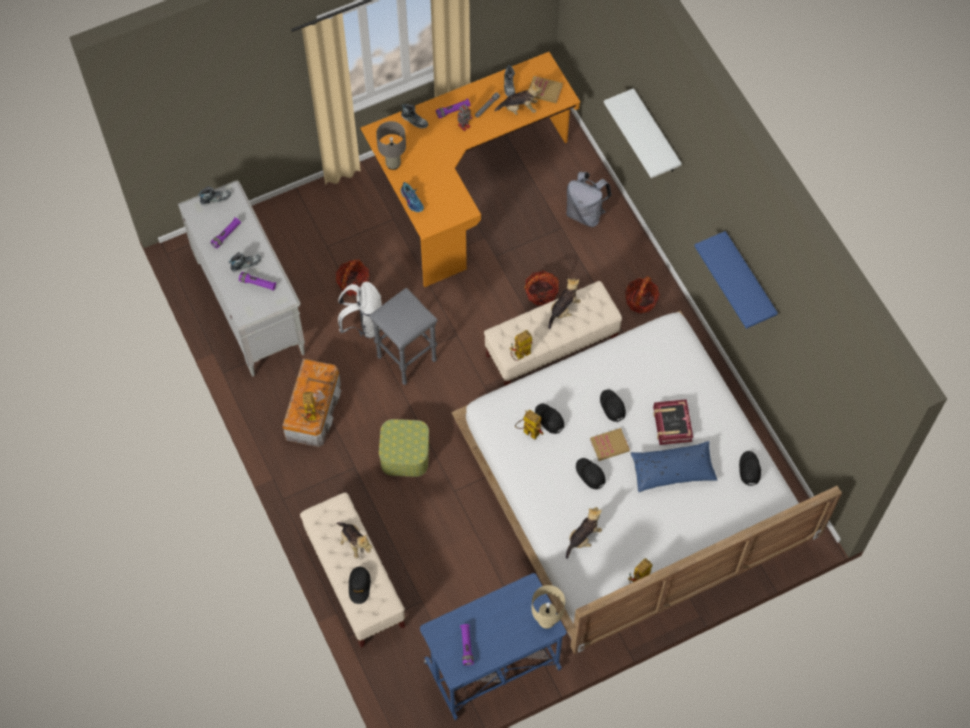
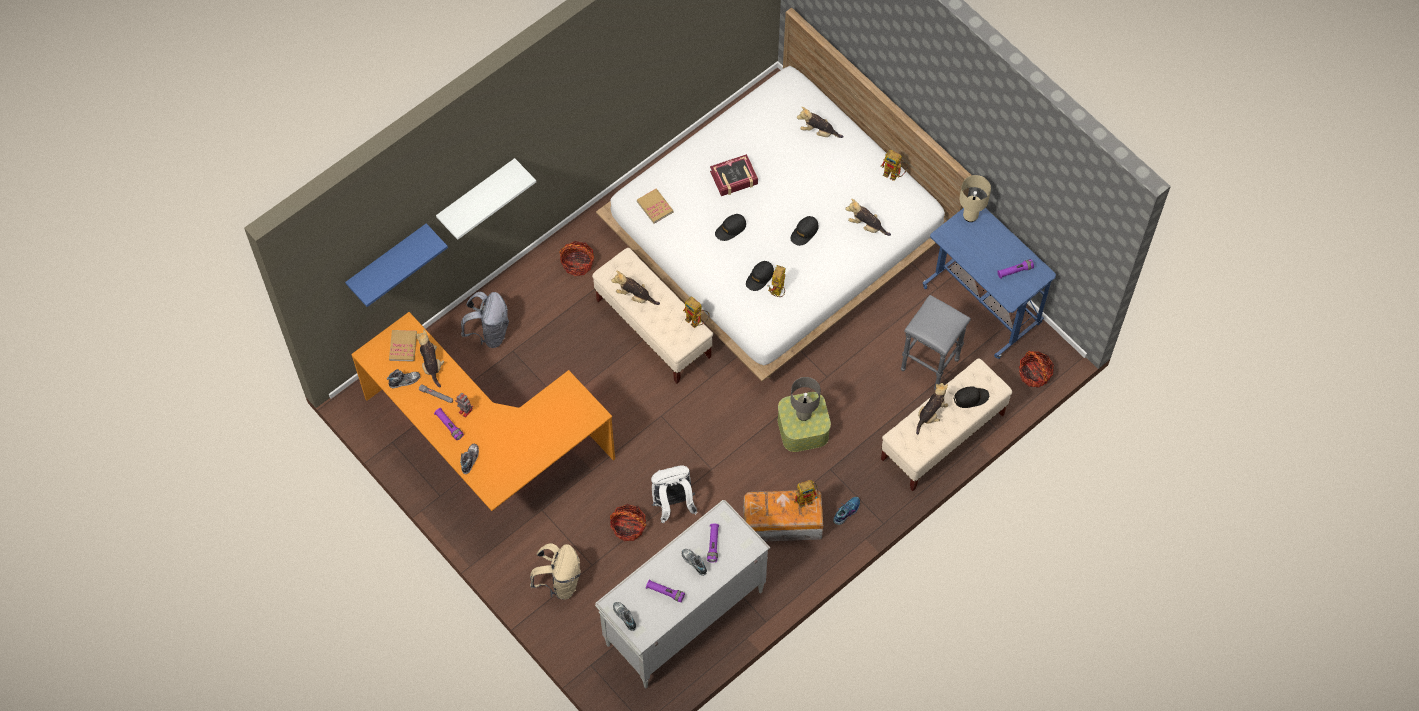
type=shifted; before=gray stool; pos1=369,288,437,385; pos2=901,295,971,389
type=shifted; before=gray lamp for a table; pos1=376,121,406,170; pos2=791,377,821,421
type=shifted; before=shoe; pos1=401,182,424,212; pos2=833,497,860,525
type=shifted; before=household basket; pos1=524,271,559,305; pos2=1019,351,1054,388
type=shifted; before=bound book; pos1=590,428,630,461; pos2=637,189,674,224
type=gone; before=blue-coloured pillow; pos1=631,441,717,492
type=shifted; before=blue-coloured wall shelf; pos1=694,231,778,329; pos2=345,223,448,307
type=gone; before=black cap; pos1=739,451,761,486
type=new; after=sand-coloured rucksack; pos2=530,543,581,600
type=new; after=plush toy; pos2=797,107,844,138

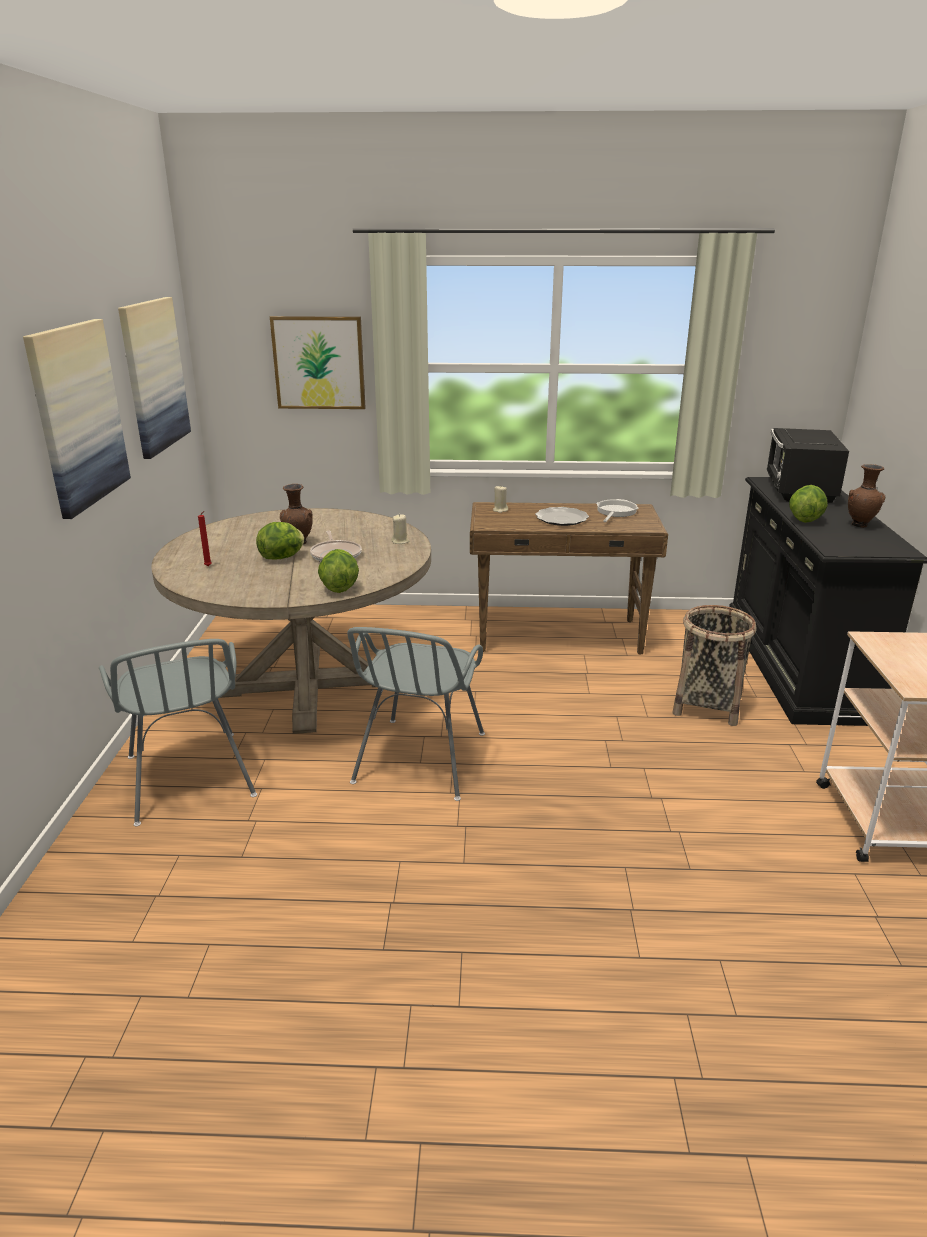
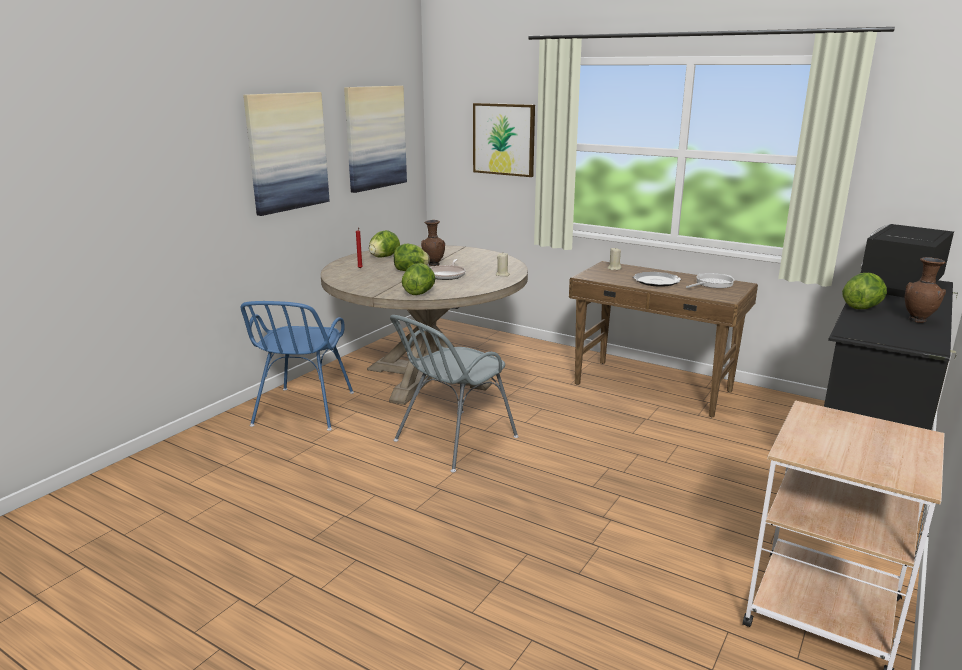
type=repainted; before=gray plain chair; after=blue-coloured plain chair; pos1=99,639,257,827; pos2=240,301,354,431
type=gone; before=household basket; pos1=672,605,757,726
type=new; after=lettuce; pos2=369,230,400,258

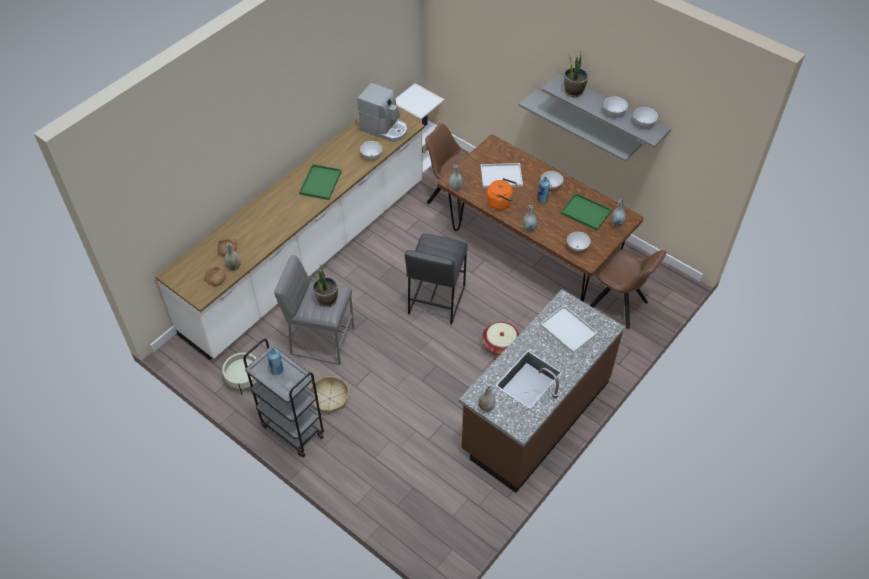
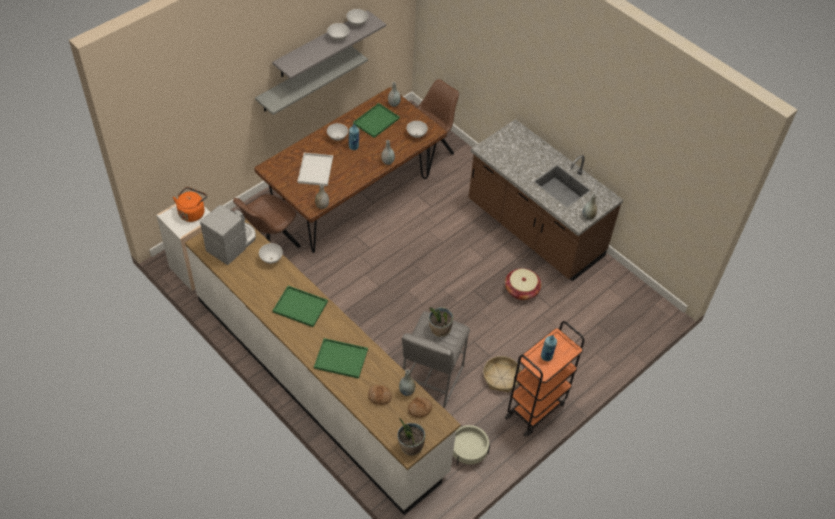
type=repainted; before=gray cart; after=orange cart; pos1=243,338,324,458; pos2=505,321,585,437
type=gone; before=gray stool; pos1=404,234,468,324
type=shifted; before=household basket; pos1=482,322,520,356; pos2=505,268,541,300
type=shifted; before=orange tea kettle; pos1=486,178,517,210; pos2=173,187,207,222
type=gone; before=white-coloured tray; pos1=540,305,598,354
type=shifted; before=plant in a pot; pos1=564,53,588,98; pos2=397,418,425,456
type=new; after=green tray; pos2=314,338,368,379

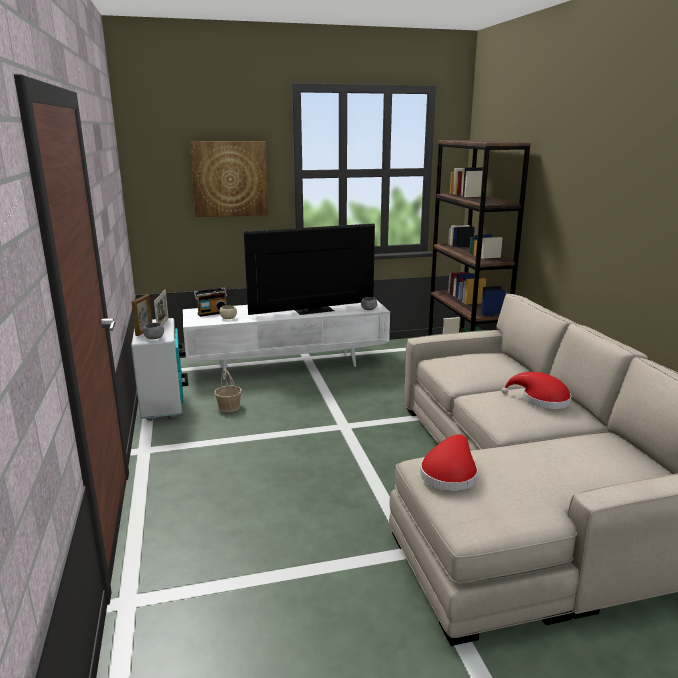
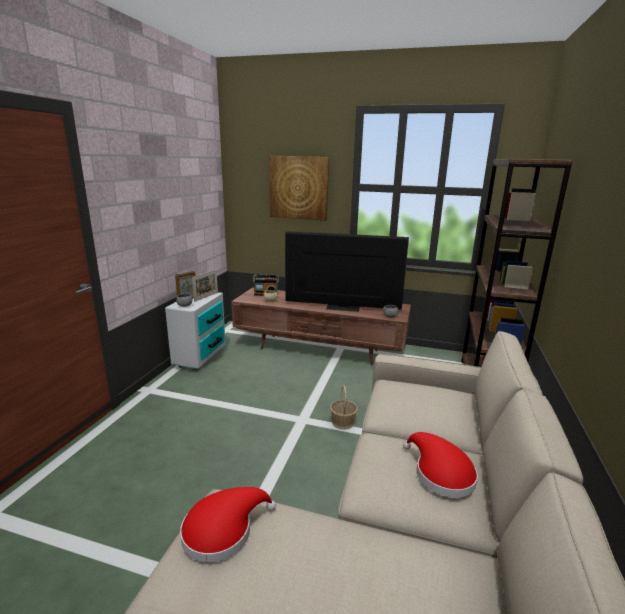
type=repainted; before=white-coloured tv unit; after=brown tv unit; pos1=183,297,390,380; pos2=231,287,411,366
type=shifted; before=household basket; pos1=214,370,242,412; pos2=330,385,358,430

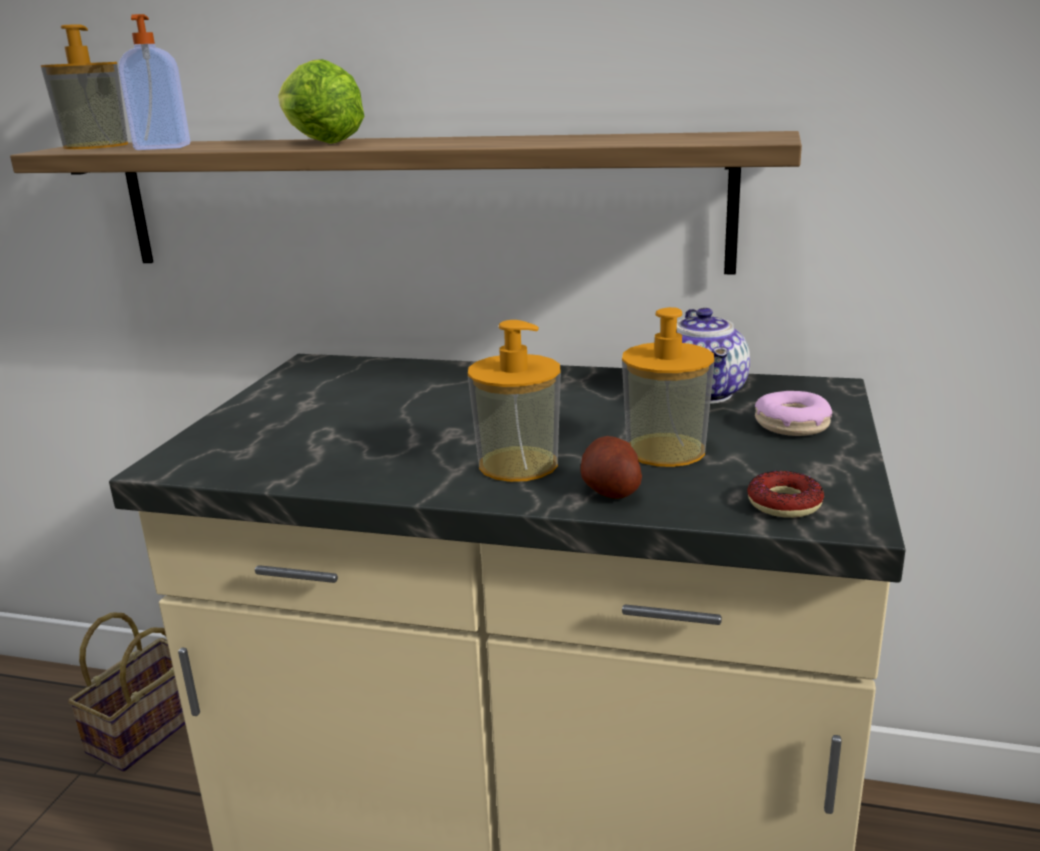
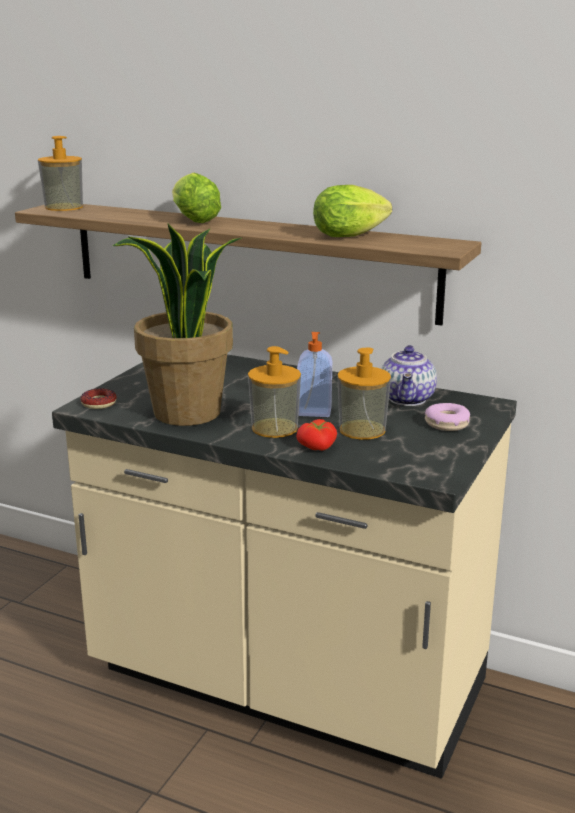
type=gone; before=household basket; pos1=68,612,185,772
type=shifted; before=soap dispenser; pos1=118,14,191,150; pos2=297,332,332,417
type=swapped; before=whole potato; after=fresh tomato; pos1=580,436,642,499; pos2=296,419,337,451
type=shifted; before=ring doughnut; pos1=747,471,824,518; pos2=80,388,117,409
type=new; after=plant in a pot; pos2=113,224,242,426
type=new; after=lettuce; pos2=313,185,392,237

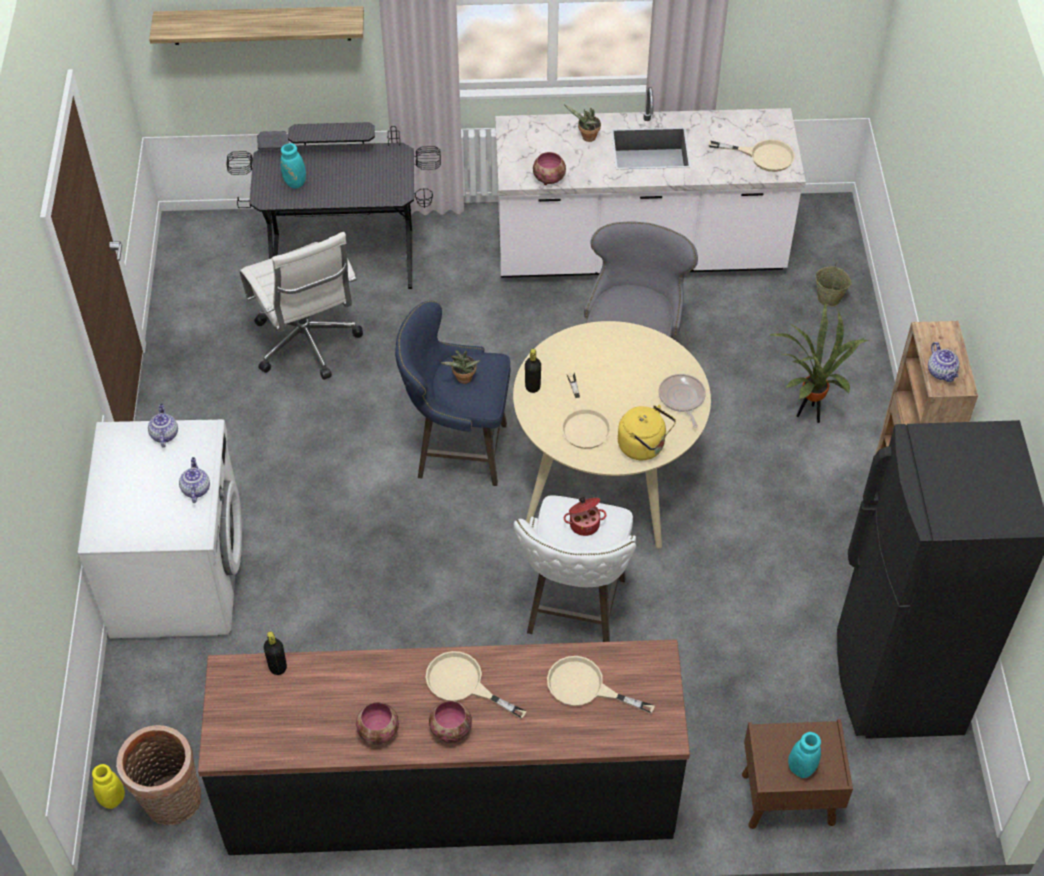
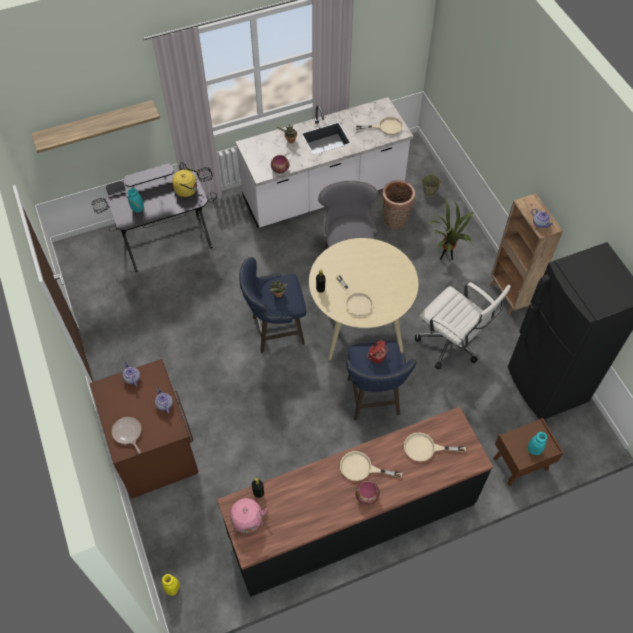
type=repainted; before=white-coloured laundry appliance; after=brown laundry appliance; pos1=78,419,242,639; pos2=90,359,199,498
type=shifted; before=household basket; pos1=116,725,201,826; pos2=382,180,415,229
type=shifted; before=white-coloured computer chair; pos1=240,232,363,380; pos2=415,282,511,369
type=gone; before=bowl; pos1=356,702,399,745
type=repainted; before=white-coloured stool; after=blue-coloured stool; pos1=514,495,636,642; pos2=346,341,417,420
type=shifted; before=yellow-coloured tea kettle; pos1=618,405,676,460; pos2=172,168,199,197
type=shifted; before=pan; pos1=659,374,706,428; pos2=112,417,141,453
type=new; after=pinkish tea kettle; pos2=230,498,268,533

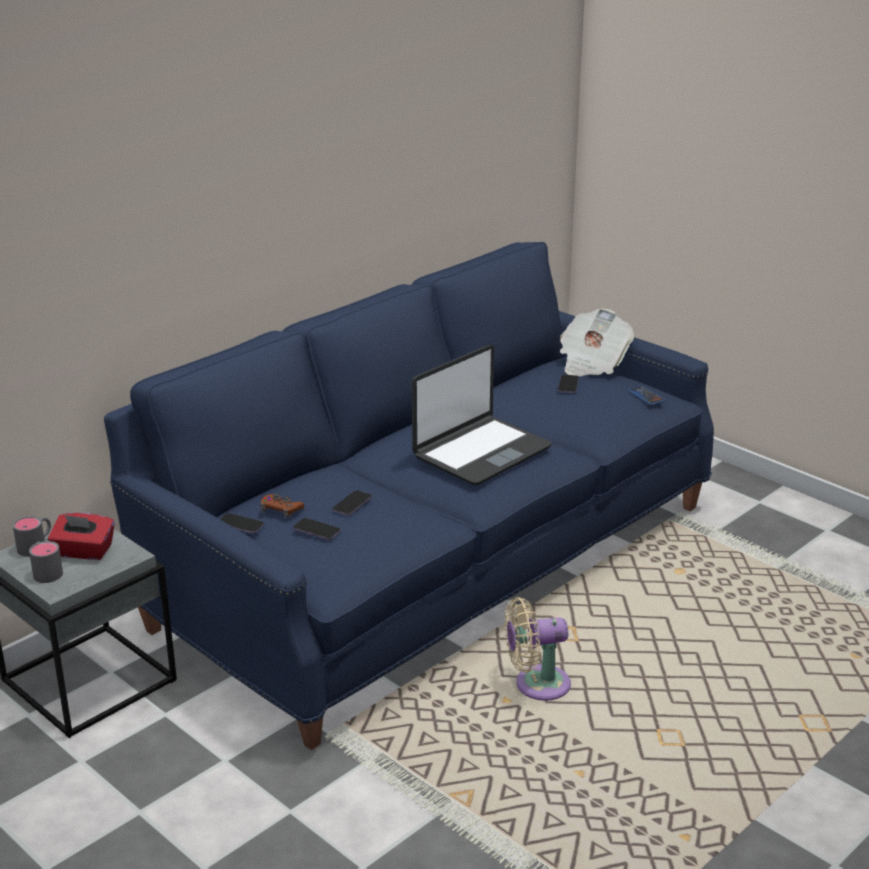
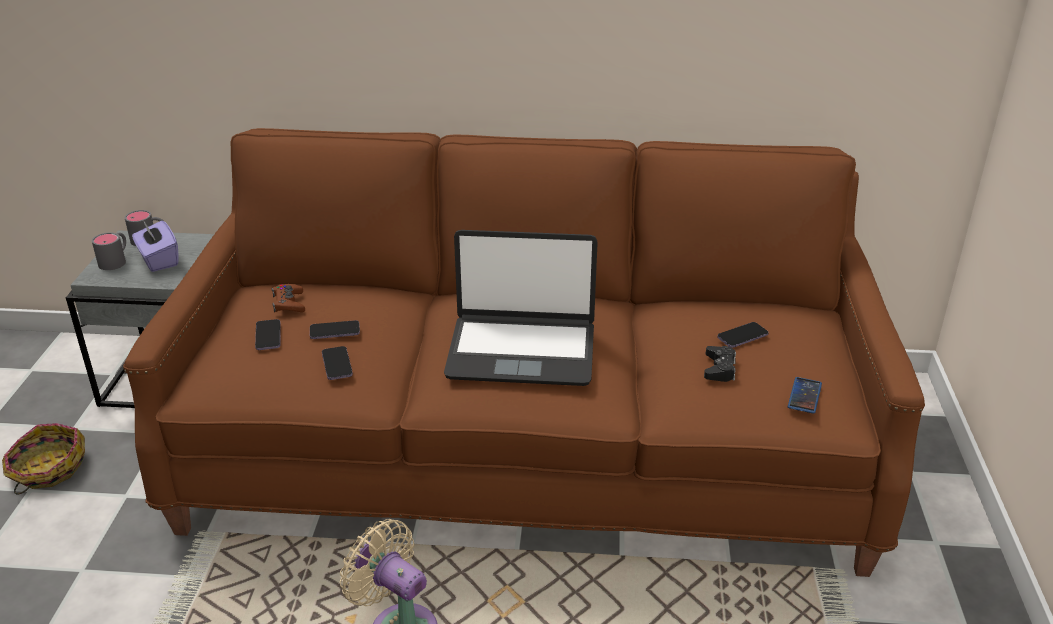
type=repainted; before=red-coloured tissue holder; after=purple-coloured tissue holder; pos1=48,513,115,560; pos2=132,220,179,272
type=repainted; before=blue-coloured settee; after=brown settee; pos1=104,242,714,750; pos2=123,128,925,577
type=shifted; before=handset; pos1=220,513,264,534; pos2=322,346,353,380
type=gone; before=daily paper; pos1=560,308,634,376
type=new; after=household basket; pos2=2,423,85,494
type=new; after=black joypad; pos2=704,346,736,382

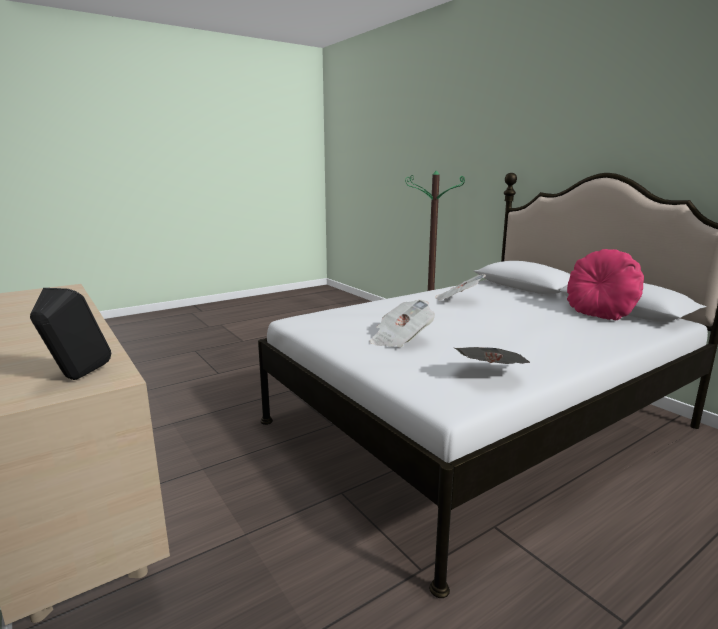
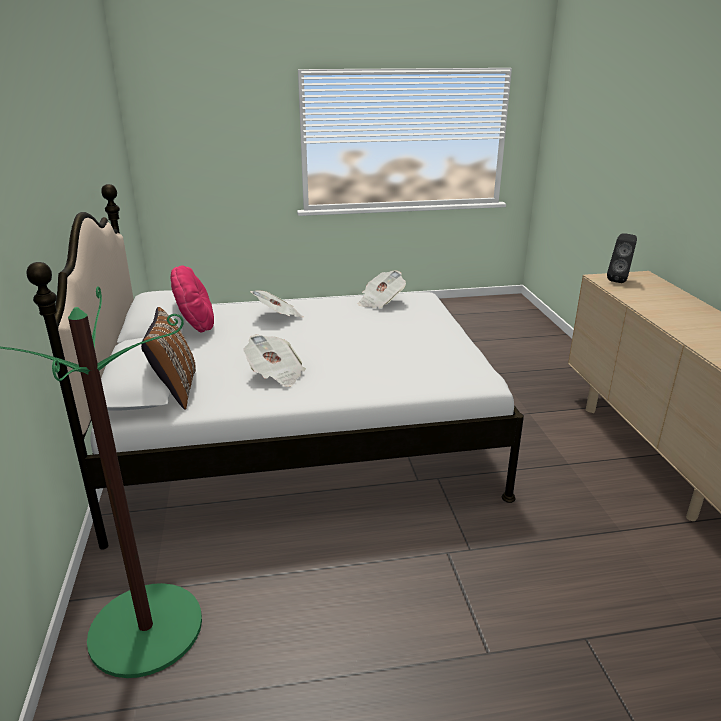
type=shifted; before=daily paper; pos1=370,300,435,348; pos2=250,290,303,317
type=new; after=brown pillow; pos2=141,307,196,409

